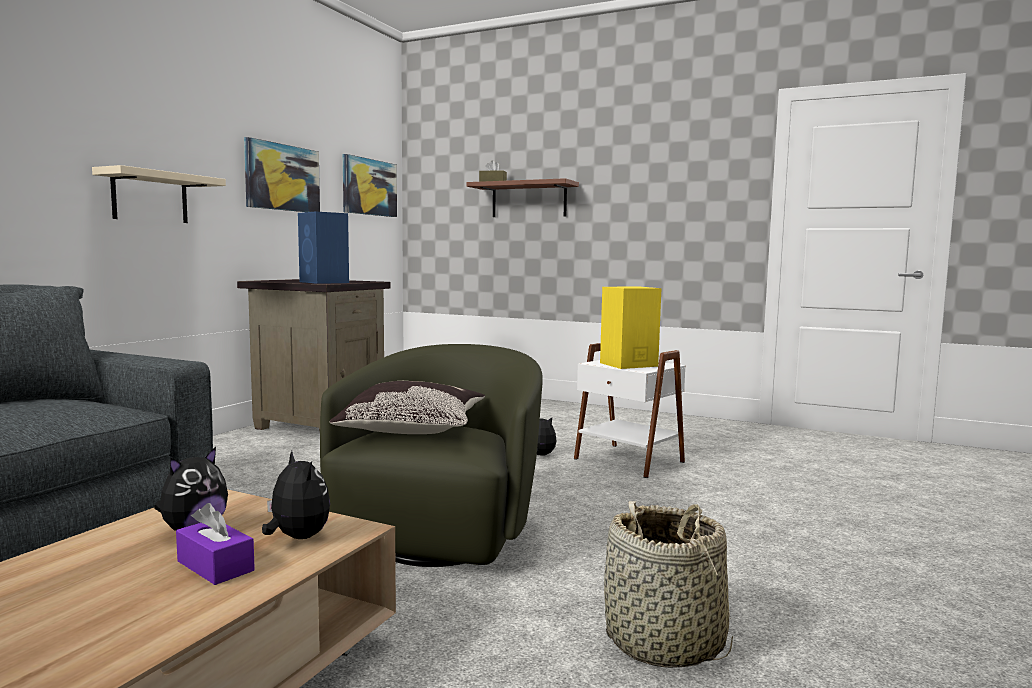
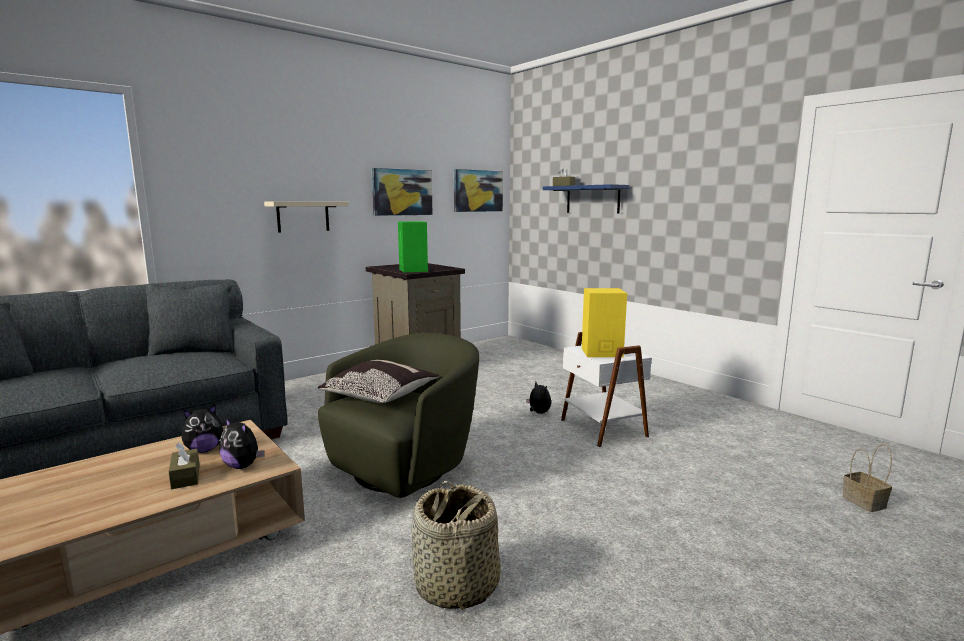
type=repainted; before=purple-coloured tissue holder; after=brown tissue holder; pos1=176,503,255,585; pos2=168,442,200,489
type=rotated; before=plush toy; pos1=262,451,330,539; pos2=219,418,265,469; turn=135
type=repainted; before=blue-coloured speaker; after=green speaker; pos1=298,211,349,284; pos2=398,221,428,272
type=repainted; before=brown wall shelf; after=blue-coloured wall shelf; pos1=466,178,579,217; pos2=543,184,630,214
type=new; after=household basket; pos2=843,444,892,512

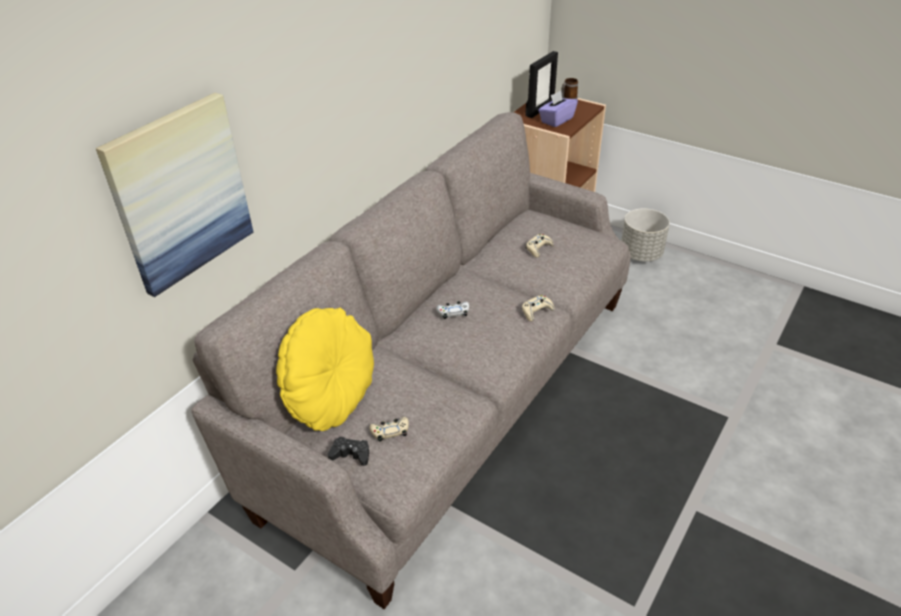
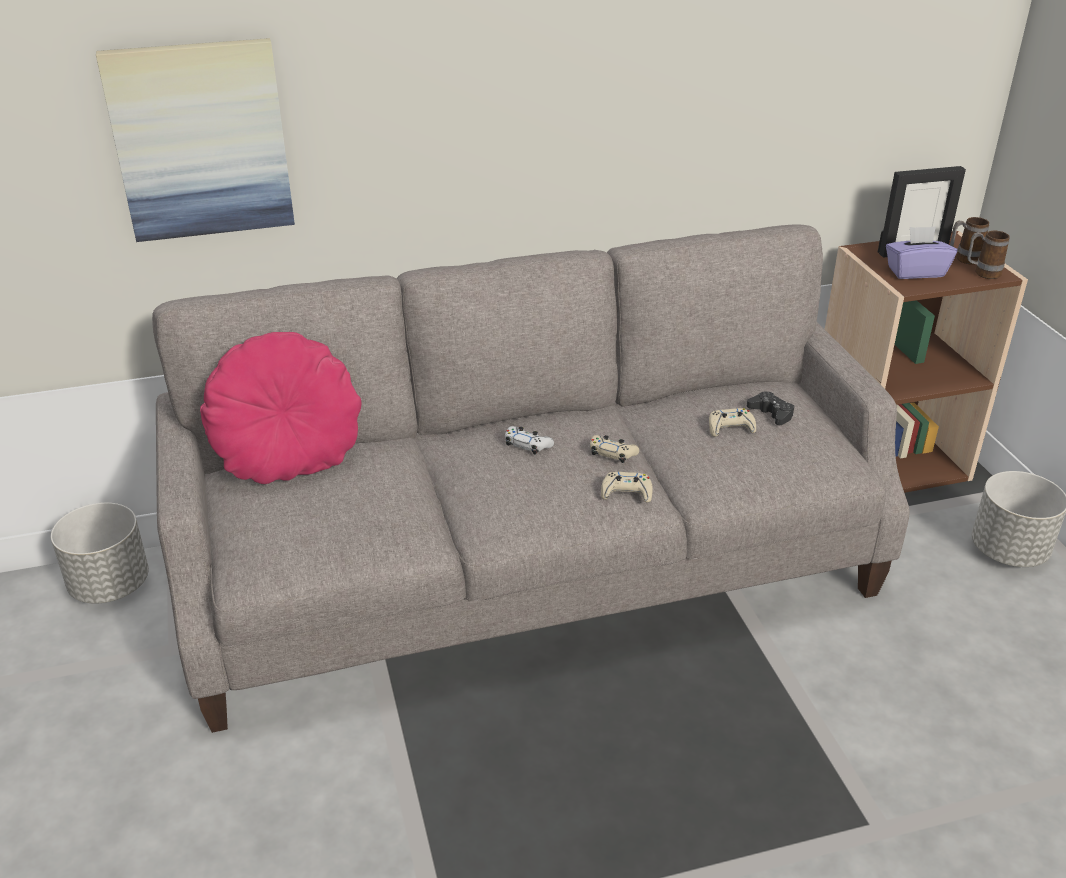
type=repainted; before=yellow-coloured pillow; after=pinkish pillow; pos1=276,308,374,431; pos2=200,332,361,484
type=shifted; before=black joypad; pos1=328,437,369,466; pos2=747,392,794,425
type=shifted; before=sand-coloured joypad; pos1=369,417,409,442; pos2=590,435,639,463
type=new; after=gray flower pot; pos2=51,503,149,604
type=new; after=mug; pos2=967,231,1010,279

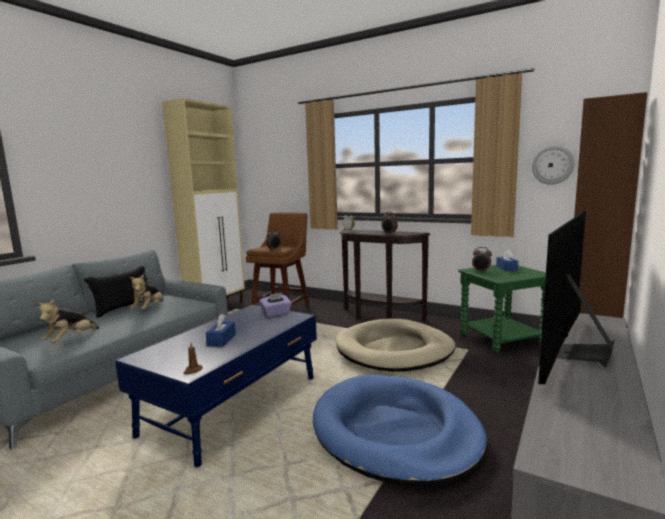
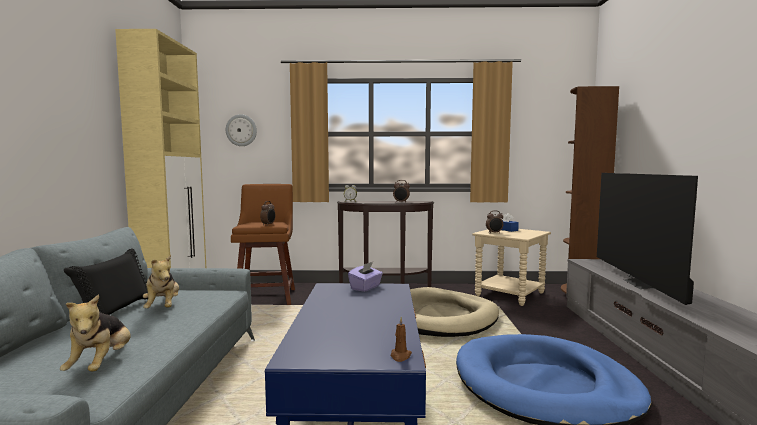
type=gone; before=blue-coloured tissue holder; pos1=206,314,236,347
type=repainted; before=green end table; after=sand-coloured end table; pos1=458,265,546,354; pos2=472,229,551,306
type=shifted; before=hanging clock; pos1=532,146,575,185; pos2=226,114,257,146

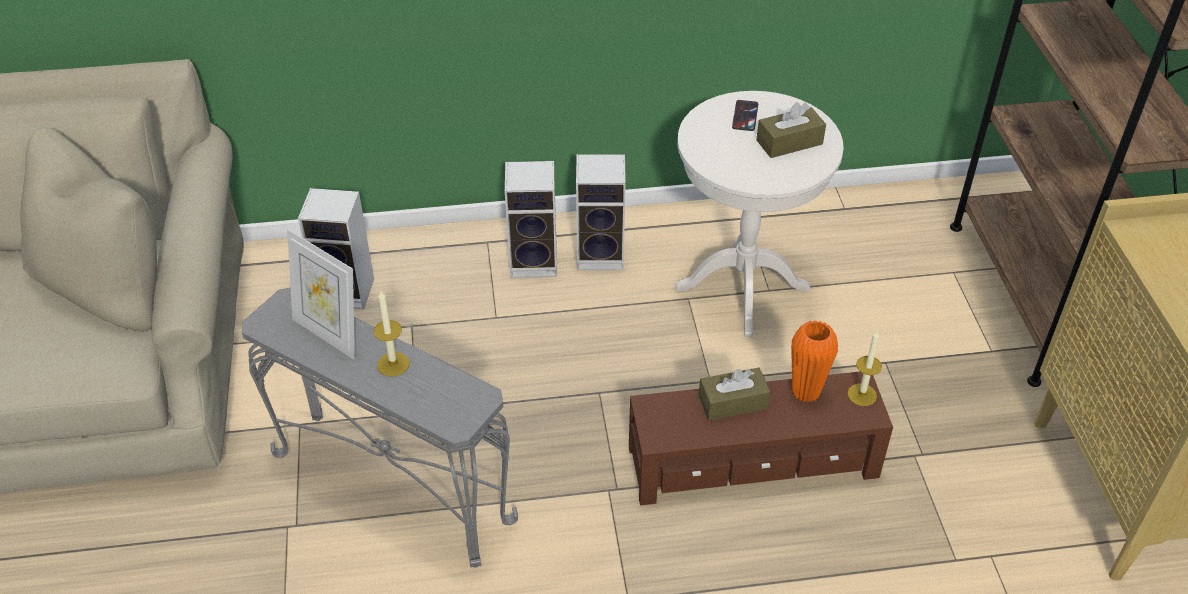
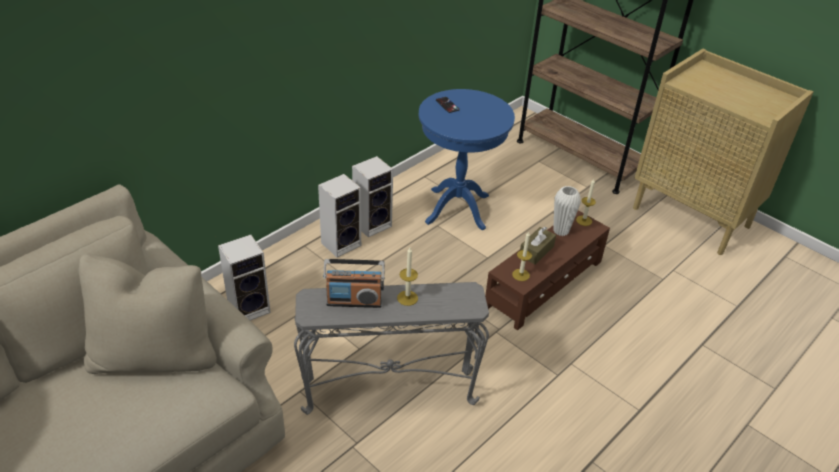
type=swapped; before=picture frame; after=radio receiver; pos1=287,229,355,360; pos2=323,259,385,308
type=repainted; before=white-coloured end table; after=blue-coloured end table; pos1=675,91,844,337; pos2=419,89,515,230
type=gone; before=brown tissue holder; pos1=756,102,826,158
type=repainted; before=orange decorative vase; after=white-coloured decorative vase; pos1=791,320,838,403; pos2=553,186,581,236
type=new; after=candle; pos2=512,232,532,281

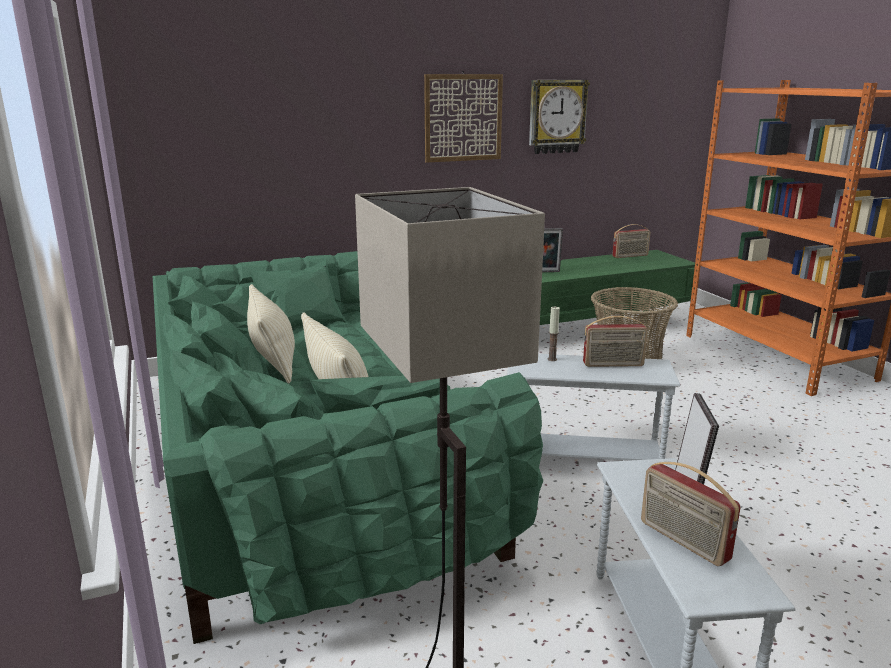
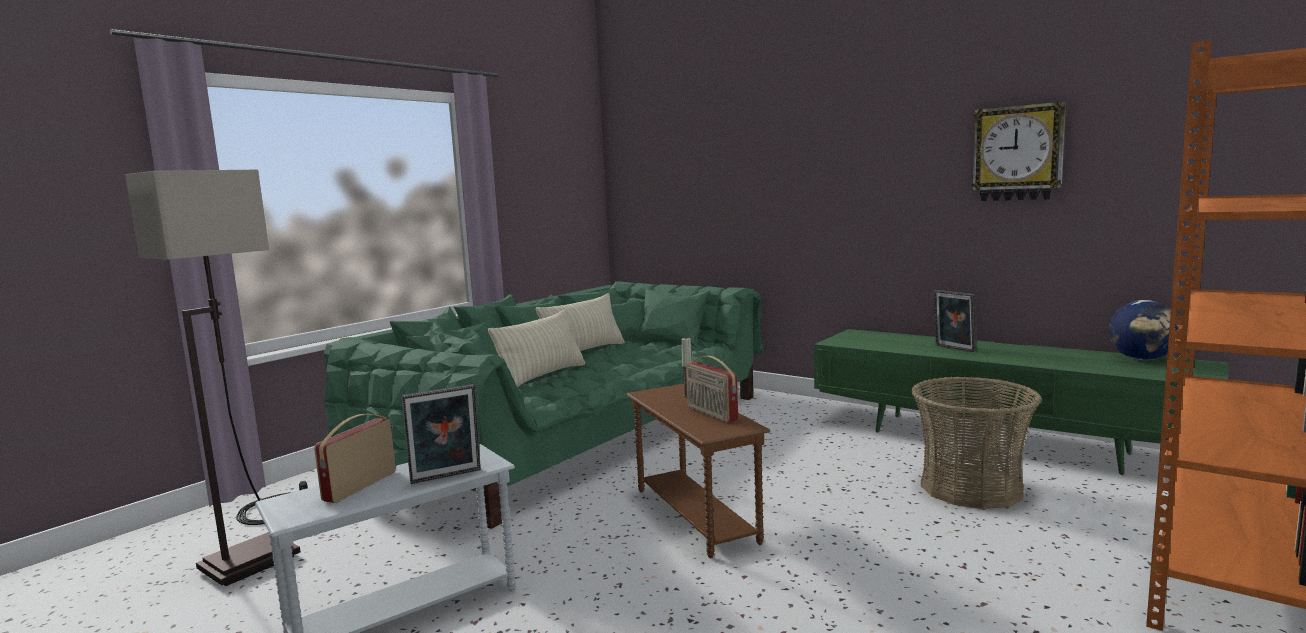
type=gone; before=picture; pos1=424,71,503,163
type=repainted; before=white-coloured end table; after=brown end table; pos1=507,354,680,461; pos2=626,384,770,558
type=swapped; before=radio receiver; after=desk globe; pos1=612,224,651,258; pos2=1108,300,1179,360

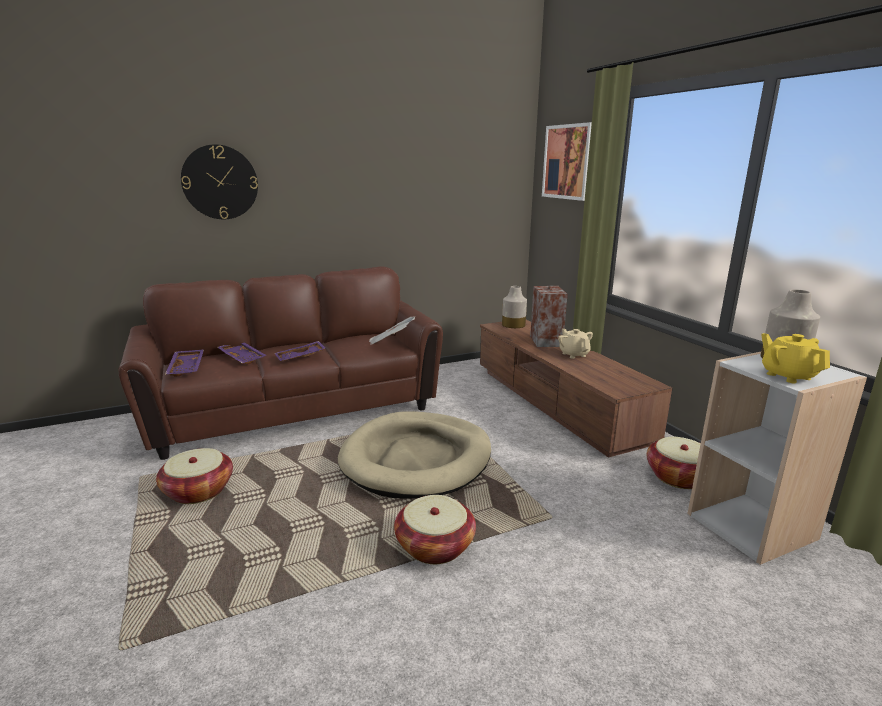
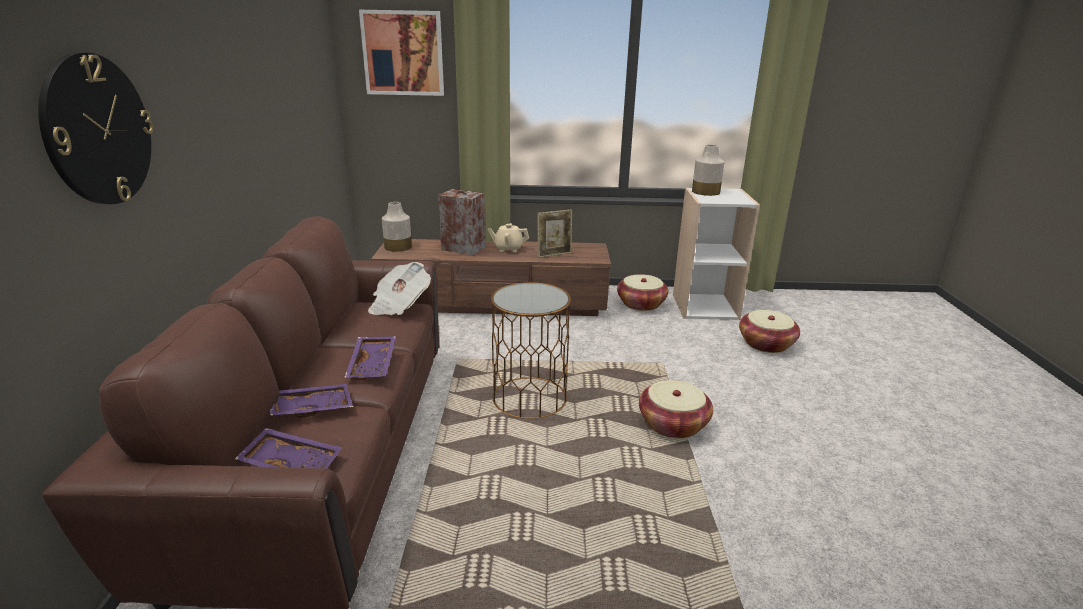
type=shifted; before=household basket; pos1=156,448,233,504; pos2=739,310,800,353
type=swapped; before=sand-coloured dog cushion; after=brown end table; pos1=338,411,491,499; pos2=491,282,571,419
type=gone; before=yellow-coloured teapot; pos1=761,333,830,383
type=new; after=picture frame; pos2=538,210,572,258

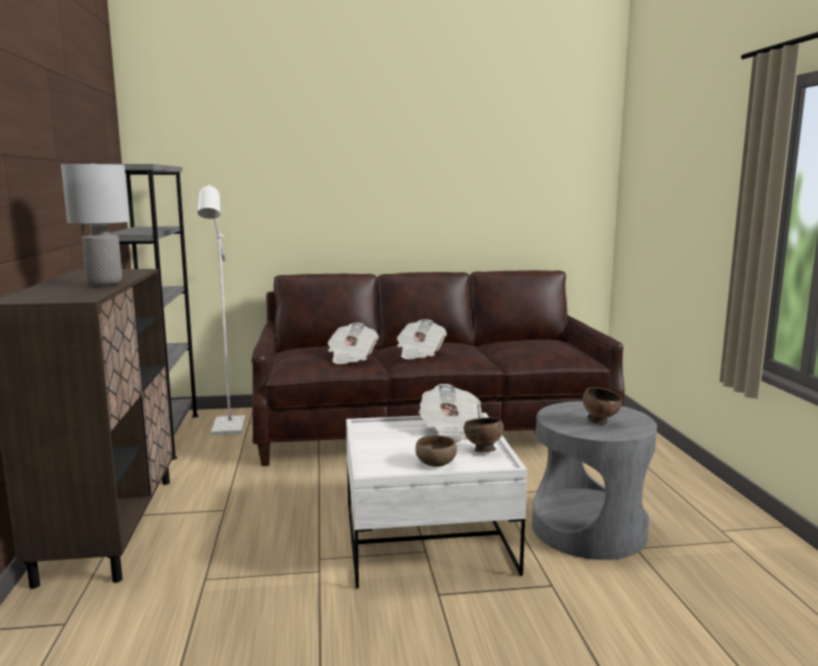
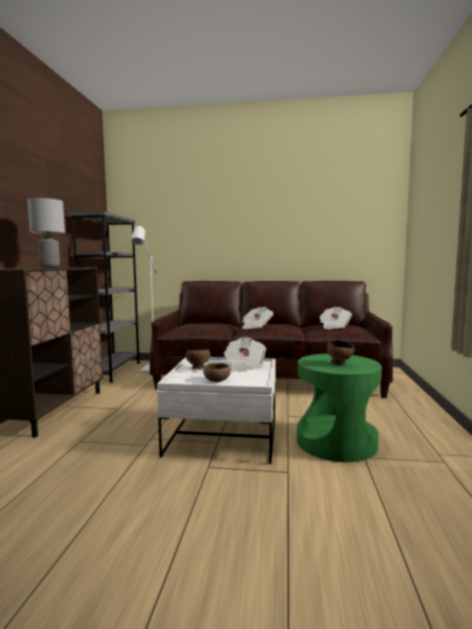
type=shifted; before=daily paper; pos1=327,323,378,364; pos2=319,307,352,330
type=shifted; before=brown bowl; pos1=464,418,504,452; pos2=186,349,211,369
type=repainted; before=gray end table; after=green end table; pos1=532,401,657,560; pos2=297,354,382,462

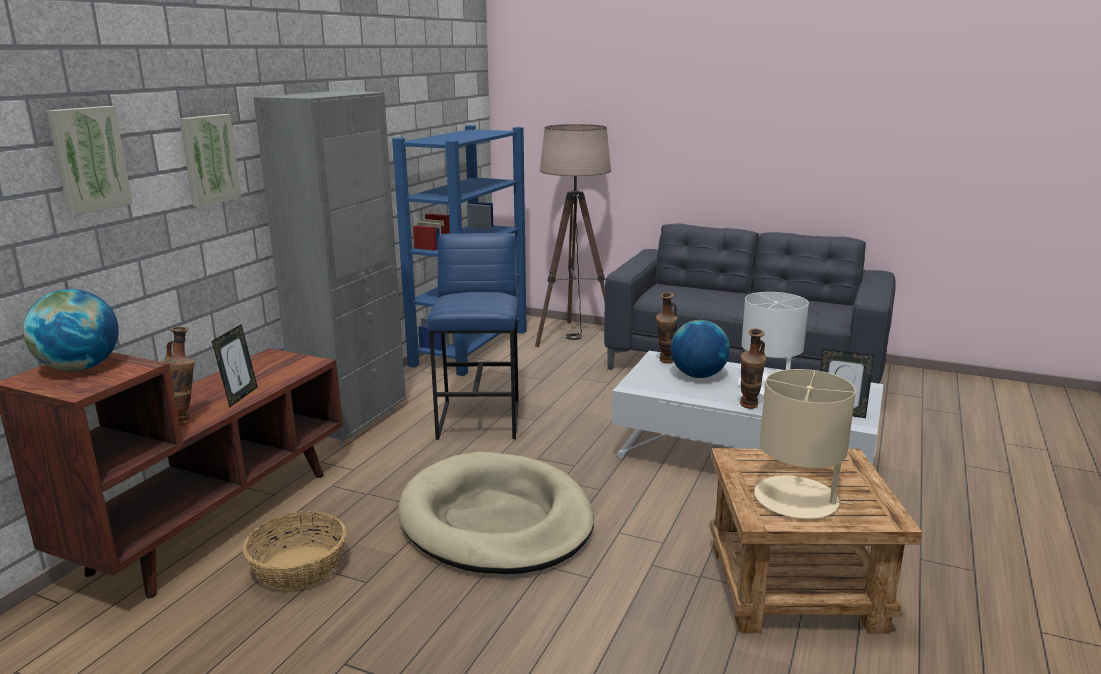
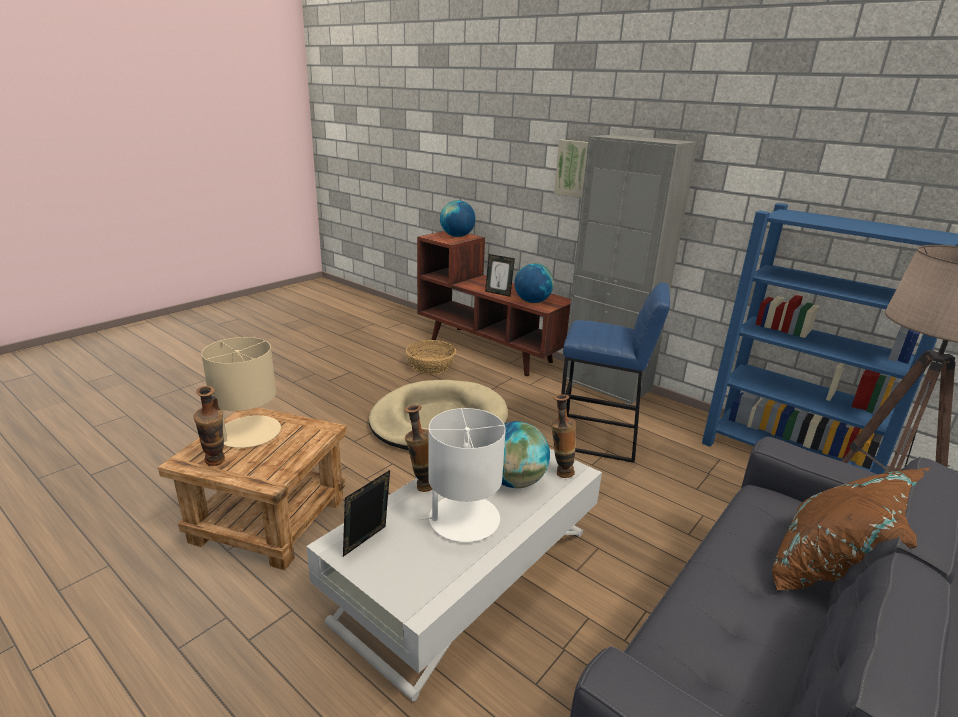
type=gone; before=picture; pos1=47,106,132,215
type=shifted; before=decorative vase; pos1=163,327,195,426; pos2=193,386,225,466
type=new; after=desk globe; pos2=514,263,554,303
type=new; after=brown pillow; pos2=772,467,930,591

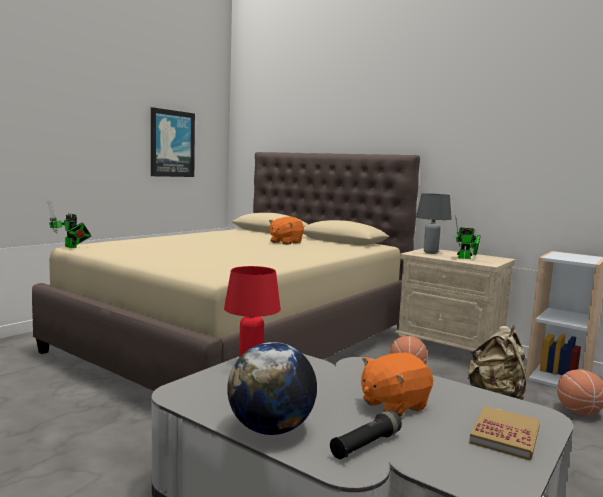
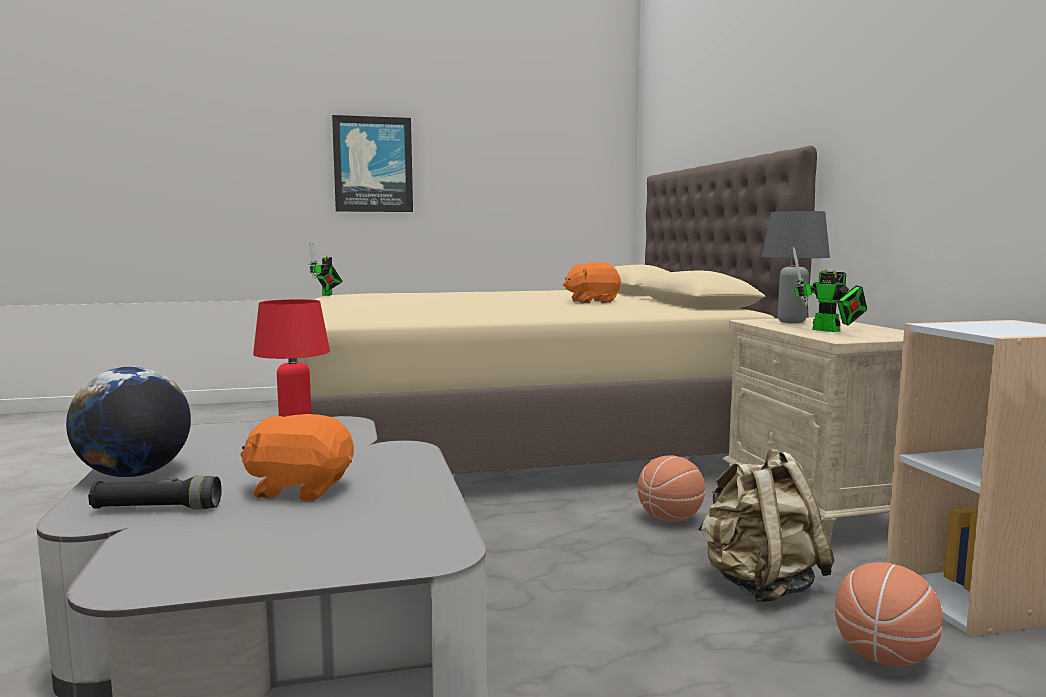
type=shifted; before=picture; pos1=151,107,195,177; pos2=332,115,413,212
type=gone; before=bound book; pos1=469,406,540,460

